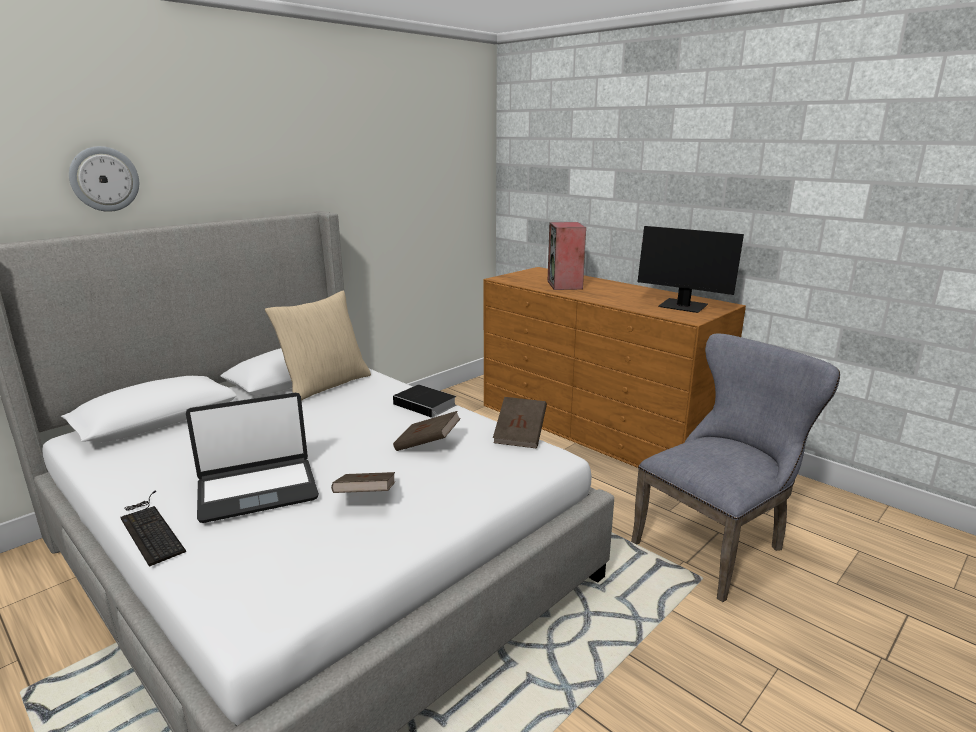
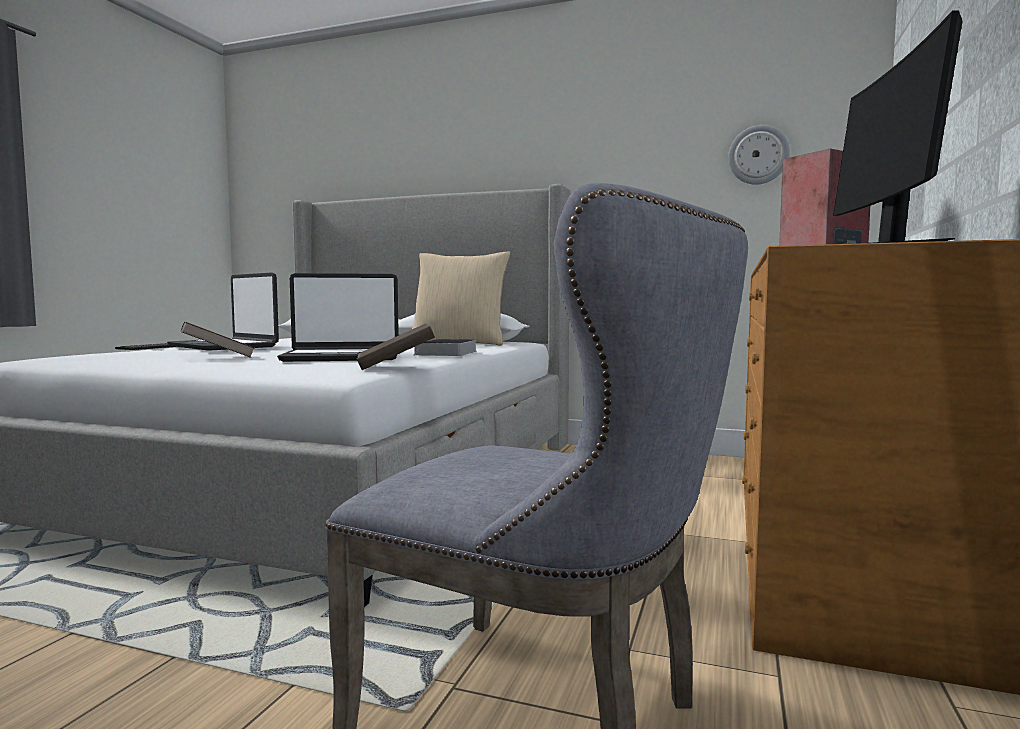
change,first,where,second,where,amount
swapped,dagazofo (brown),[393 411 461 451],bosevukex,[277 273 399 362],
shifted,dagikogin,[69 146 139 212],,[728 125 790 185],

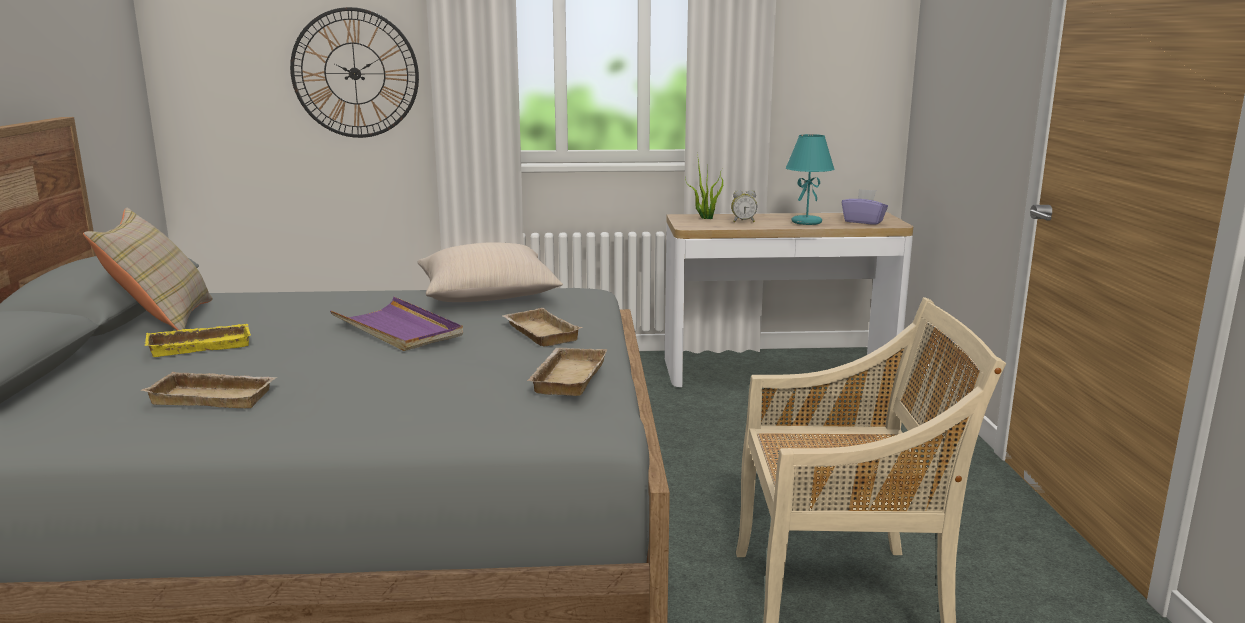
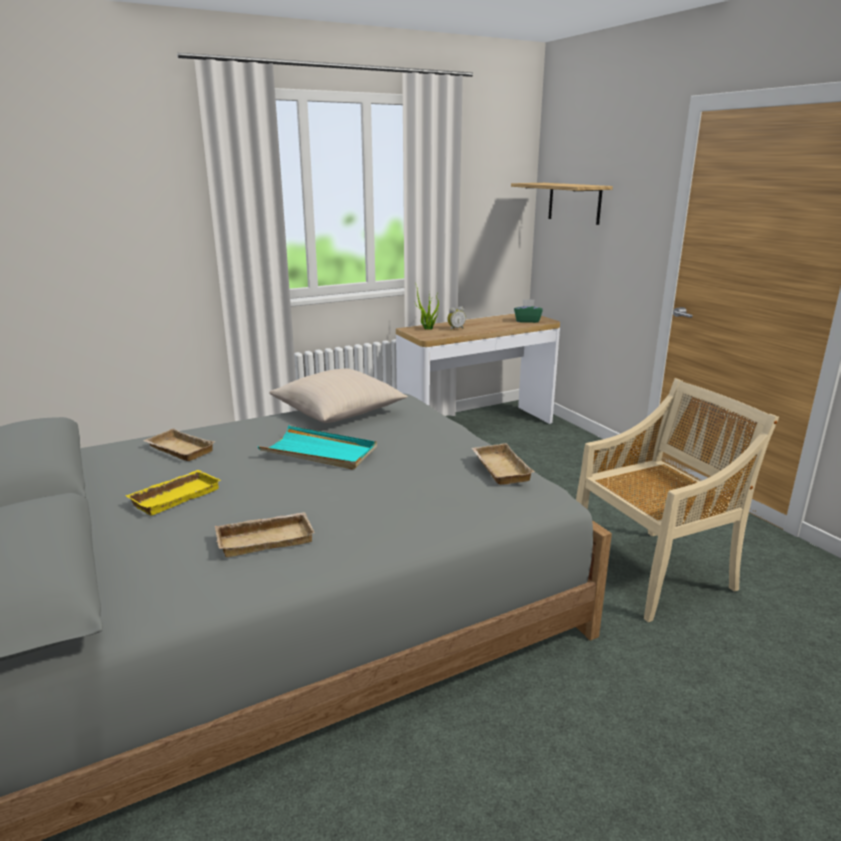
change,first,where,second,where,amount
shifted,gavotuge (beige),[502 308 582 347],,[143 428 216 461],
repainted,gavotuge (purple),[330 297 463 351],gavotuge (turquoise),[258 425 377 470],
new,,,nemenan,[511 183 613 225],
repainted,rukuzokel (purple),[842 189 888 225],rukuzokel (green),[514 299 543 323],
gone,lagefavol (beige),[83 208 213 331],,,
gone,dagikogin,[290 7 419 138],,,
gone,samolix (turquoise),[786 134 835 225],,,

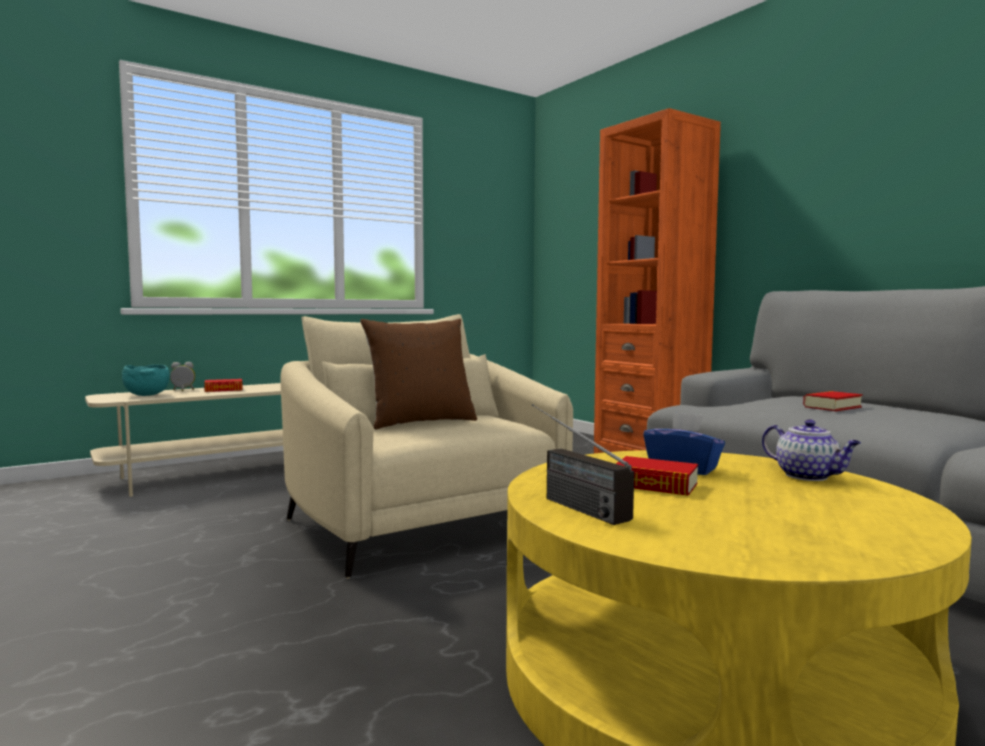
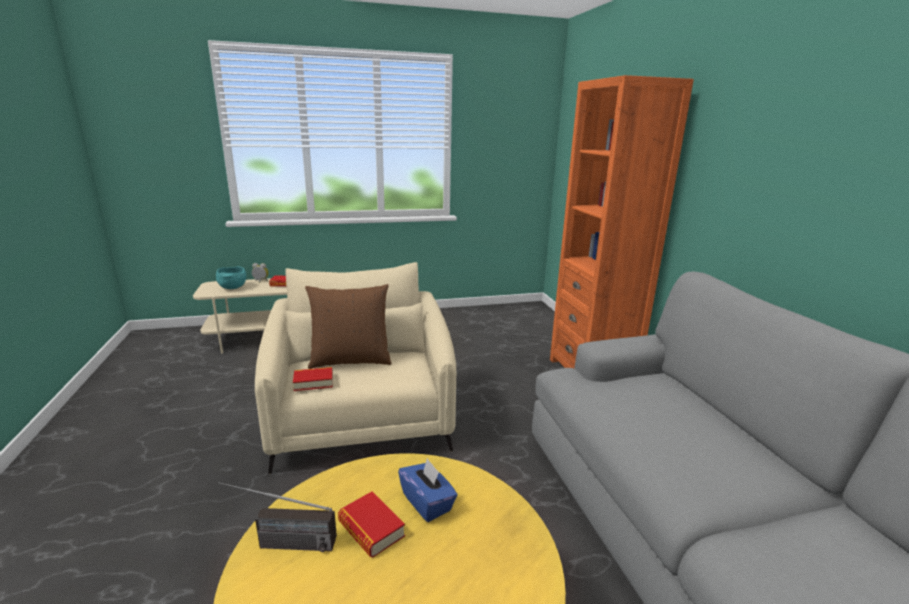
change,first,where,second,where,amount
rotated,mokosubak,[532 404 634 525],,[218 482 337 552],75 degrees counterclockwise
shifted,dagazofo,[803 391 863 411],,[293 367 333 391],
gone,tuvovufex,[762 419 861 481],,,

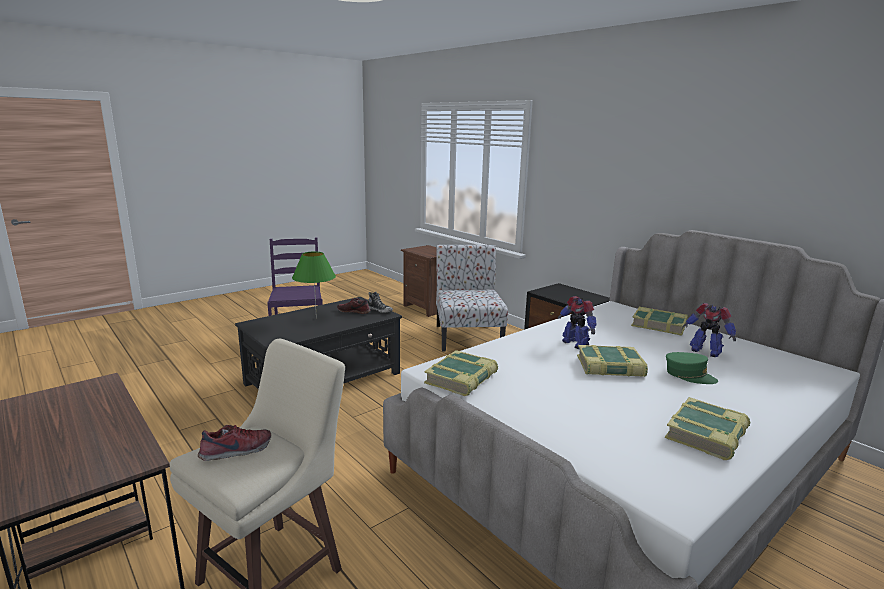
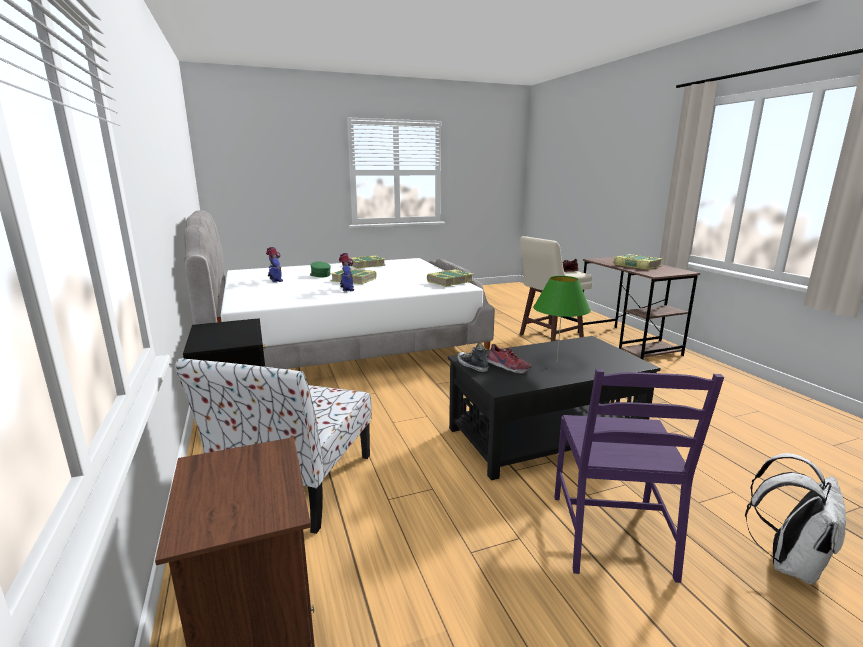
change,first,where,second,where,amount
shifted,dagazofo,[631 307 688 336],,[614 254 663 270],
new,,,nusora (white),[745 453 846 585],

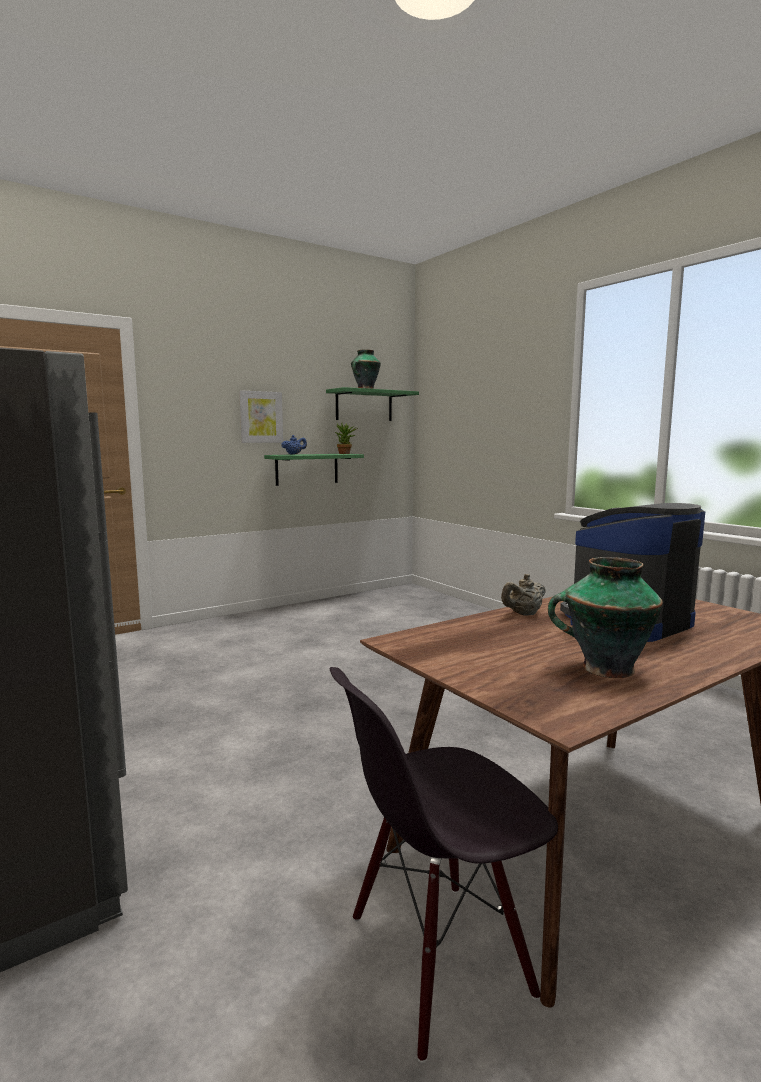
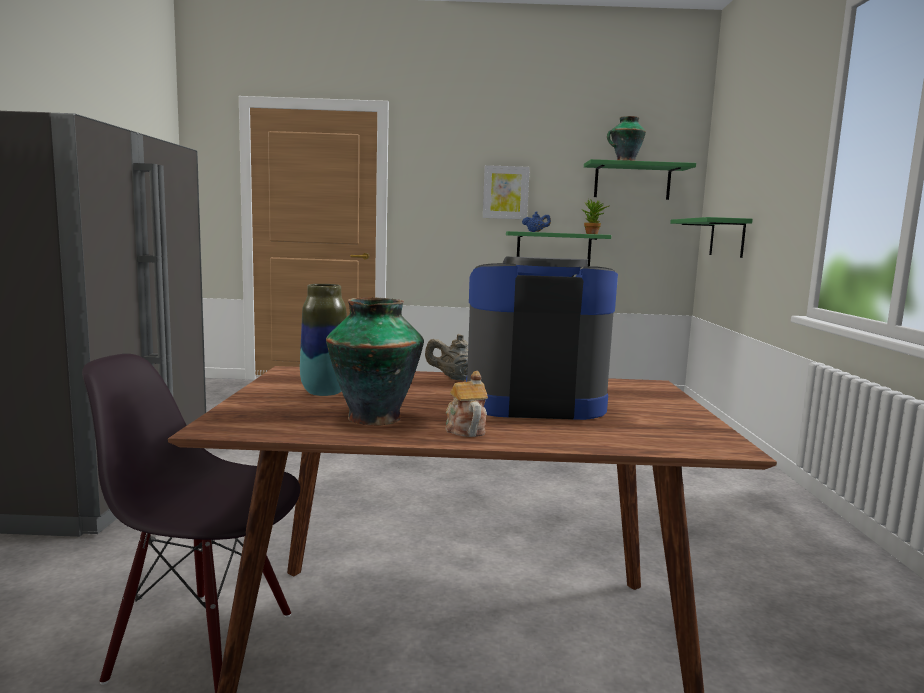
change,first,where,second,where,amount
new,,,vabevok,[300 284 347 396],
new,,,tuvovufex,[445 371 488 437],
new,,,nemenan (green),[670 217 753 258],

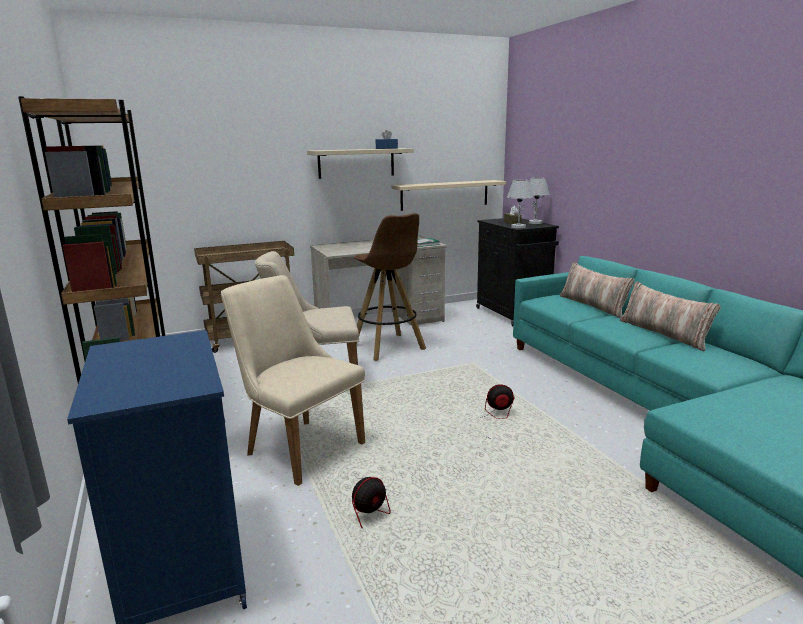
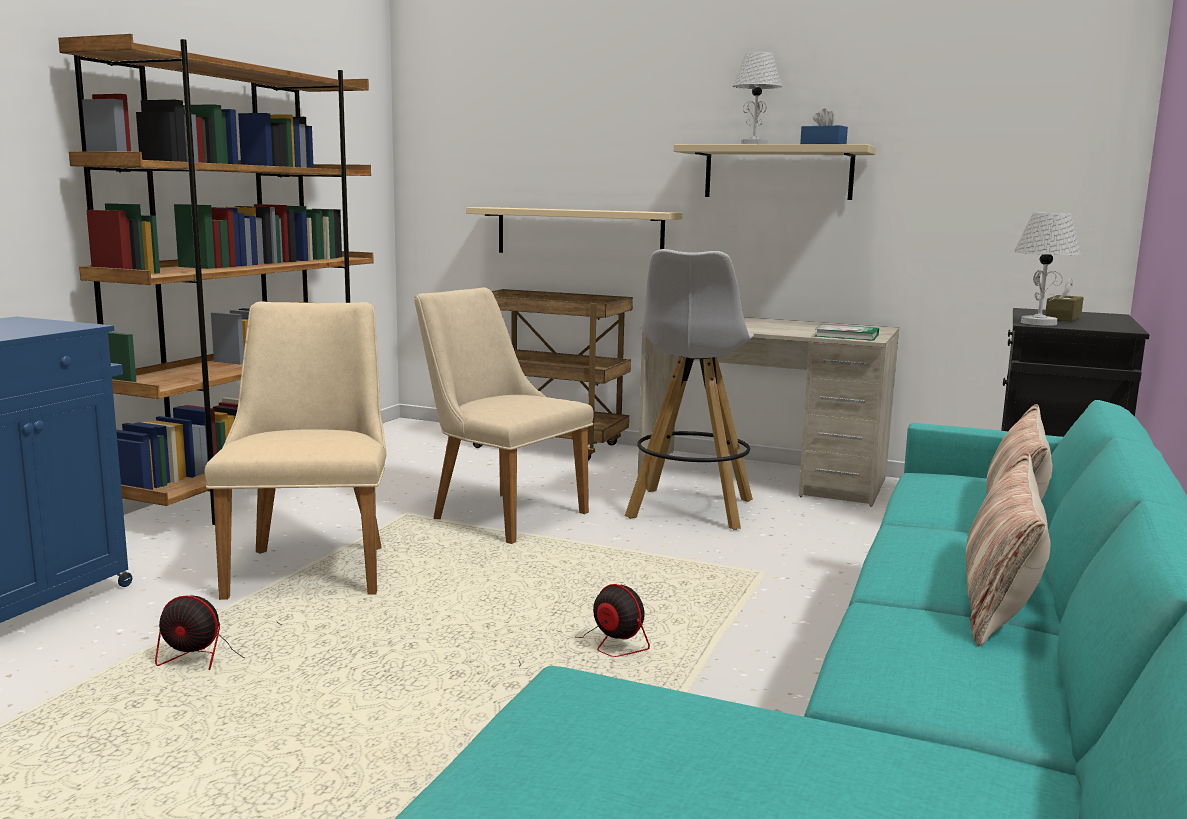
change,first,where,second,where,amount
shifted,nemenan (beige),[392 180 506 211],,[466 207 682 253],
repainted,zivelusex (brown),[354 213 426 361],zivelusex (white),[625 249 754 530],
shifted,samolix (white),[529 177 550 224],,[733 52 782 144],

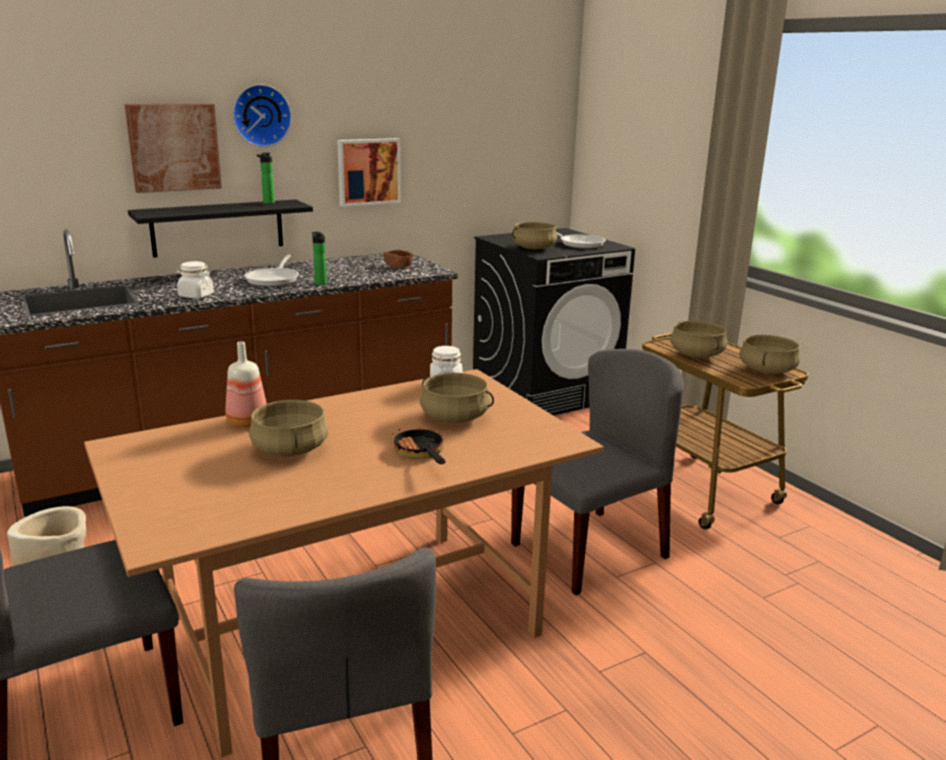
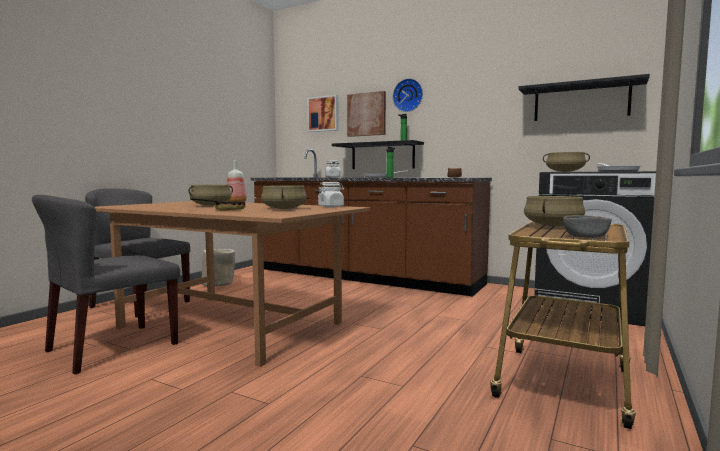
change,first,where,second,where,amount
shifted,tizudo,[337 138 401 207],,[307 95 339 132],
new,,,nemenan (black),[518 74 650 121],
swapped,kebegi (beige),[739 335 800 374],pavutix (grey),[563 215 612 238],
gone,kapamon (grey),[511 349 684 595],,,

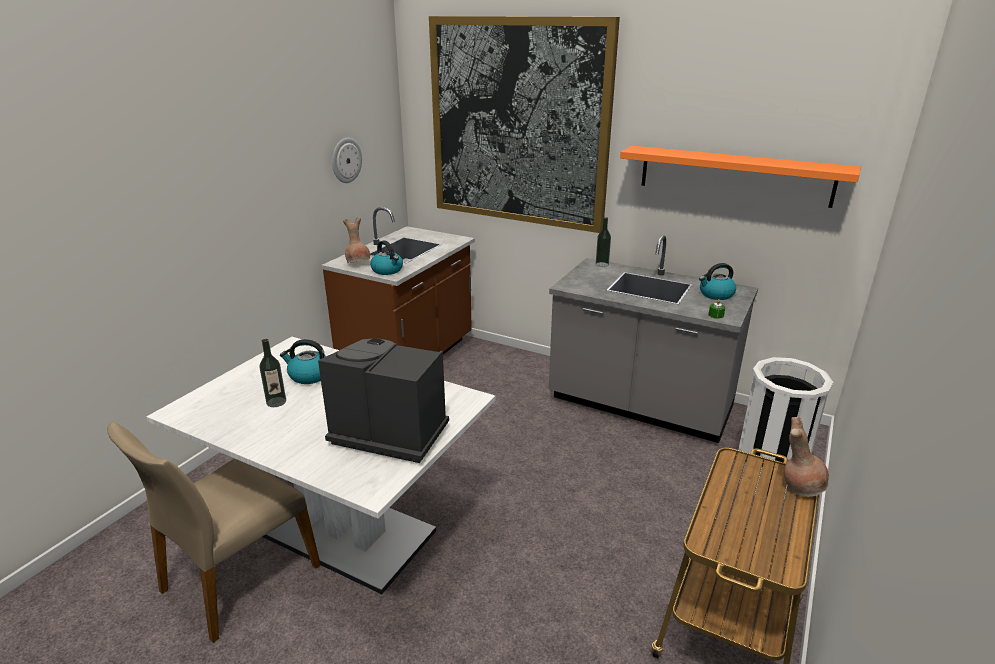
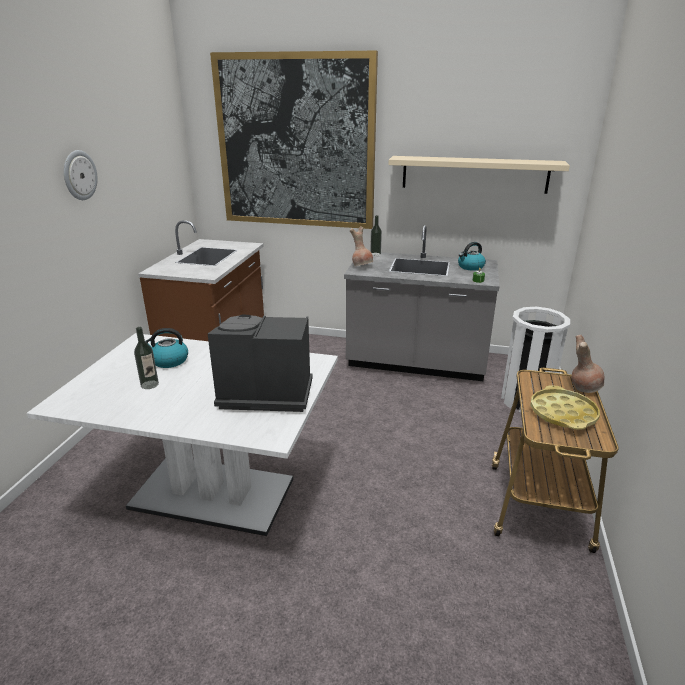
change,first,where,second,where,amount
shifted,dagikogin,[332 138 362 183],,[64 150 98 200],
shifted,vabevok (brown),[343 217 370 263],,[350 226 373 267],
repainted,nemenan (orange),[620 146 861 208],nemenan (beige),[388 156 570 194],
new,,,gavotuge (yellow),[530 385 600 430],
gone,kapamon (beige),[107 421 321 643],,,
gone,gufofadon,[370 240 403 275],,,

